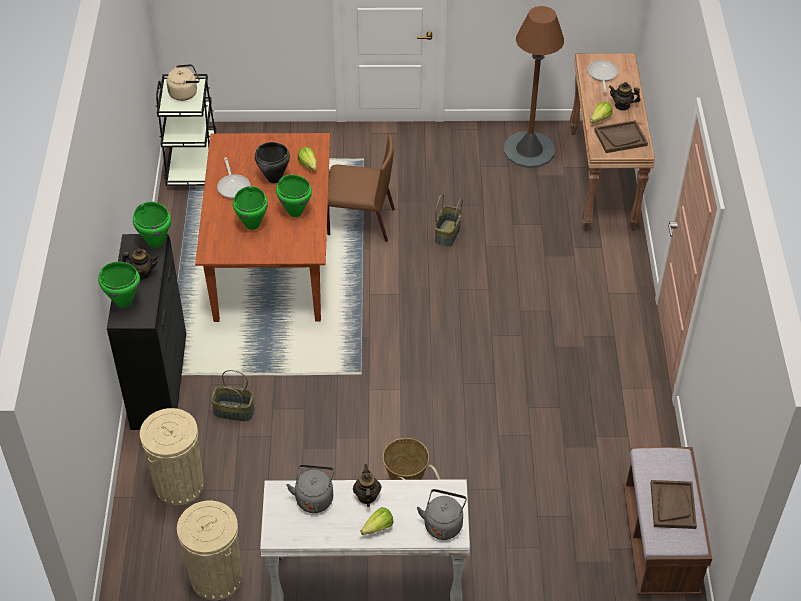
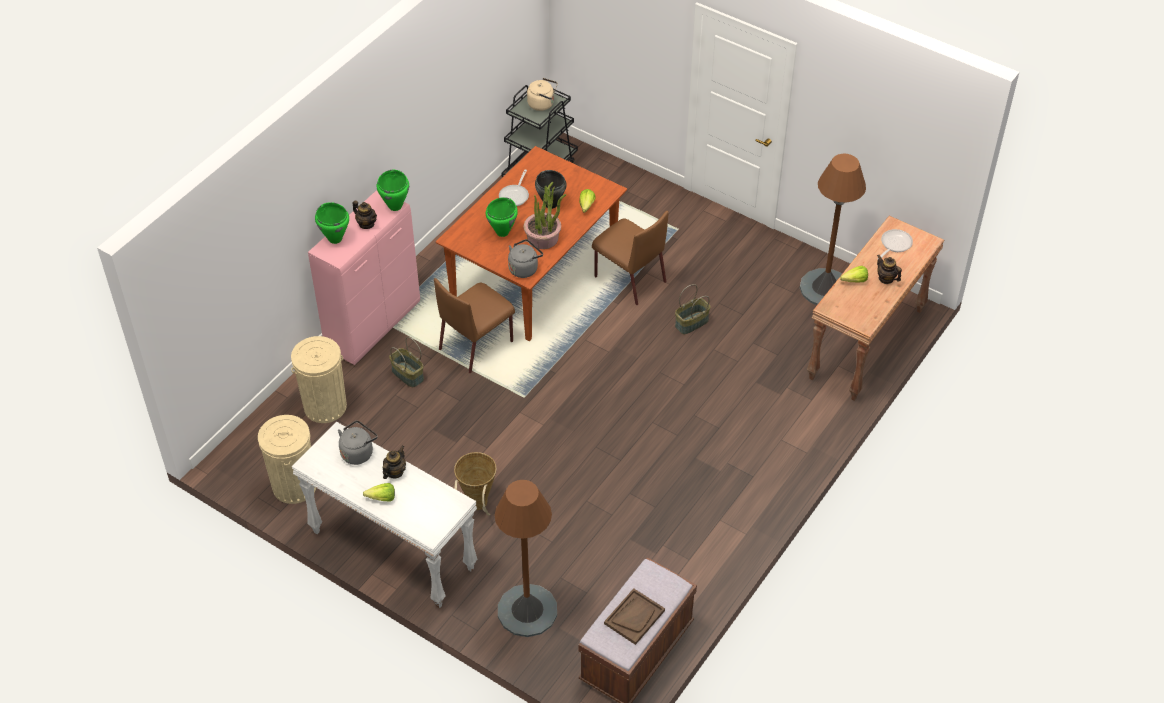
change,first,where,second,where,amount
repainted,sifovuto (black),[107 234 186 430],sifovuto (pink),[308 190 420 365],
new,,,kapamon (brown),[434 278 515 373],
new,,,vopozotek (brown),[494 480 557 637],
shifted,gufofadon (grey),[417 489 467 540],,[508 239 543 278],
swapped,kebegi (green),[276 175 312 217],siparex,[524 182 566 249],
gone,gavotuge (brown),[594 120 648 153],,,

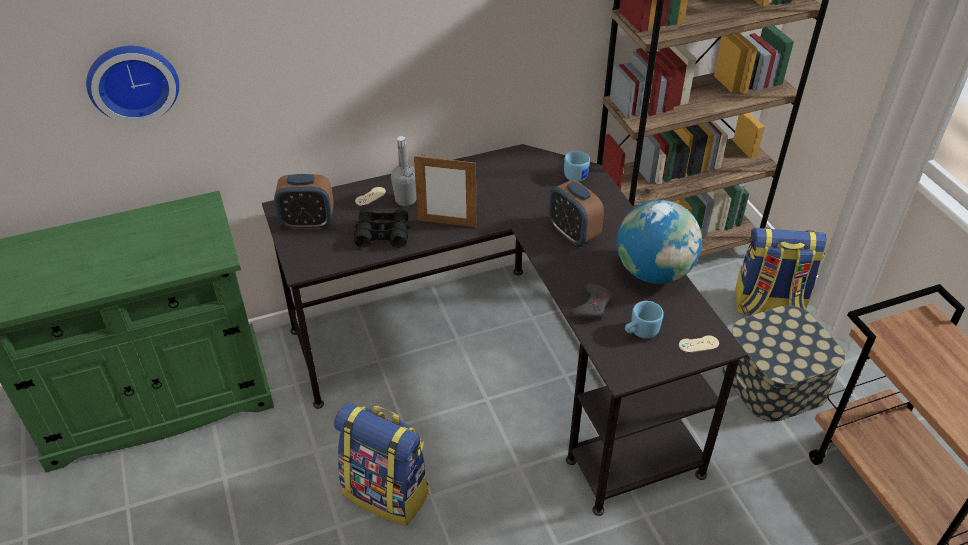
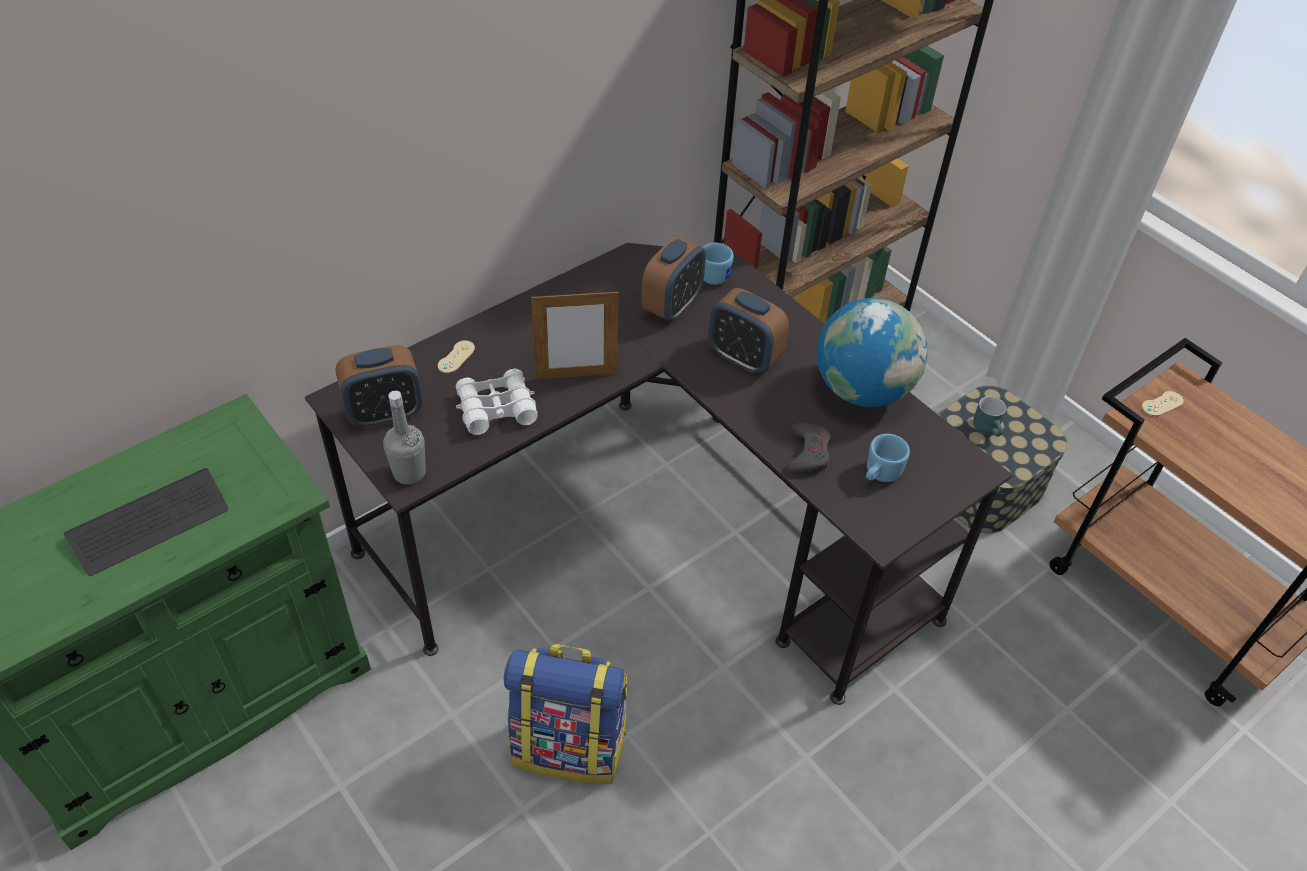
change,first,where,second,where,amount
new,,,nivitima,[64 468 228 576],
shifted,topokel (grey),[391 136 417 206],,[383 391 426 485],
repainted,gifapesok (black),[353 208 411 248],gifapesok (white),[456 369 538 435],
new,,,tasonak,[641 236 706 321],
new,,,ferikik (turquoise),[973 396 1006 437],
shifted,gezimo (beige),[679 335 719 353],,[1142 391 1184 416],
gone,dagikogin,[86 46 179 124],,,
gone,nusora,[735 227 827 315],,,

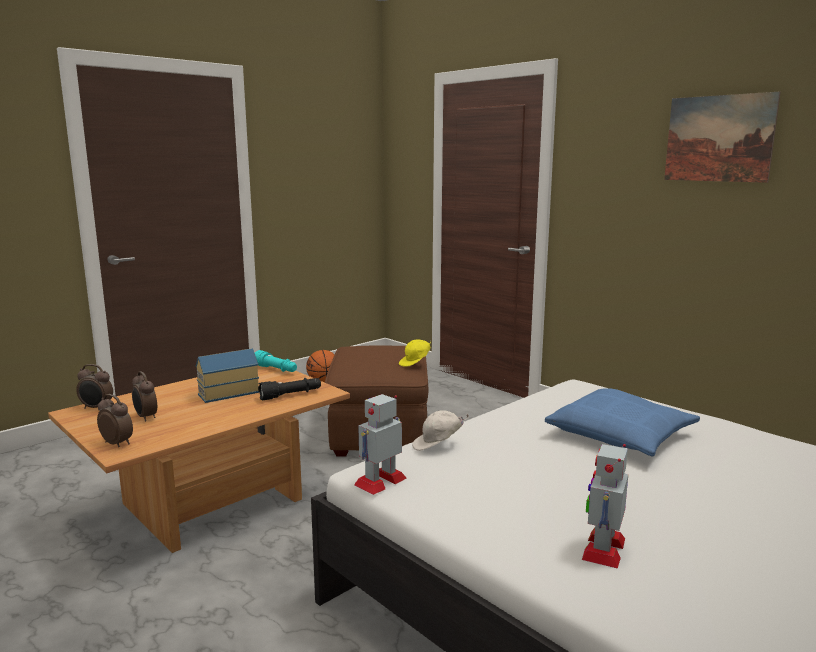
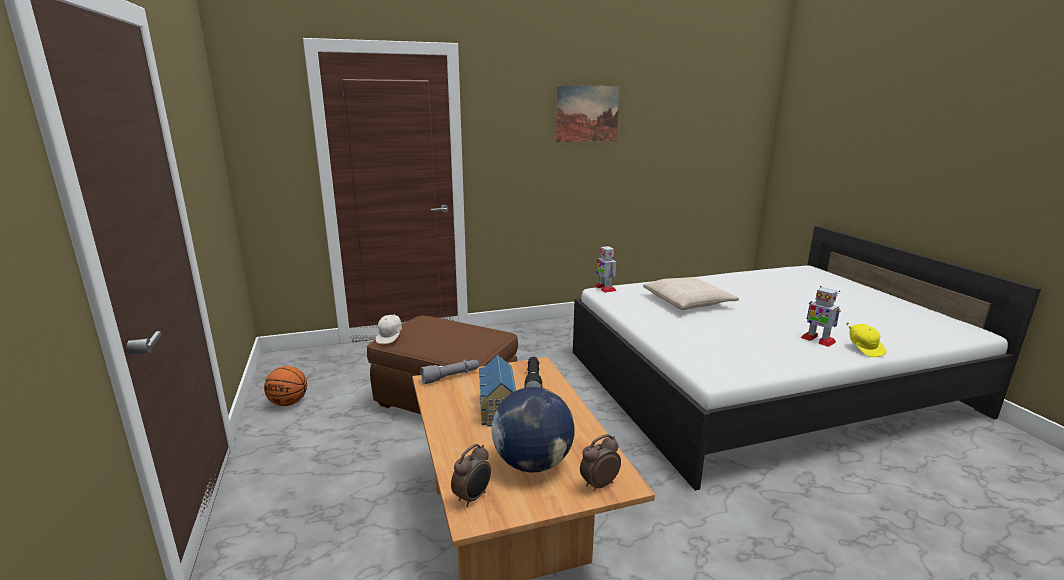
change,first,where,second,where,amount
shifted,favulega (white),[412 410 469 451],,[376 313 402 344],
repainted,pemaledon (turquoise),[255 350 297 372],pemaledon (grey),[420 359 479 384],
swapped,tasonak,[132 371 157 421],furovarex,[491 387 575 473],
shifted,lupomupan,[354 394 406 495],,[595 245 616 293],
repainted,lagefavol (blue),[545 388 700 456],lagefavol (beige),[643 278 739 310],
shifted,favulega (yellow),[399 340 431 367],,[846 322 886 357],

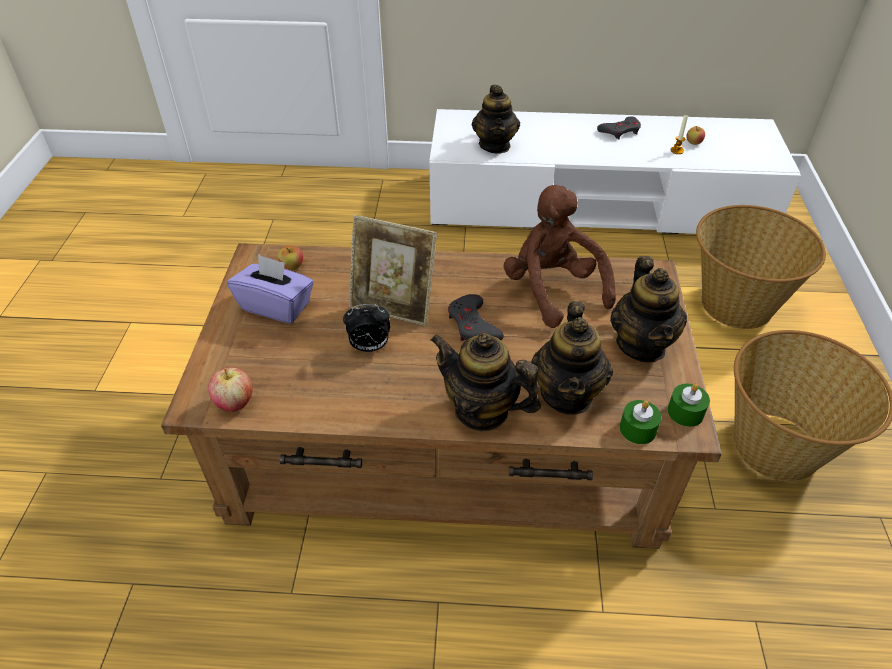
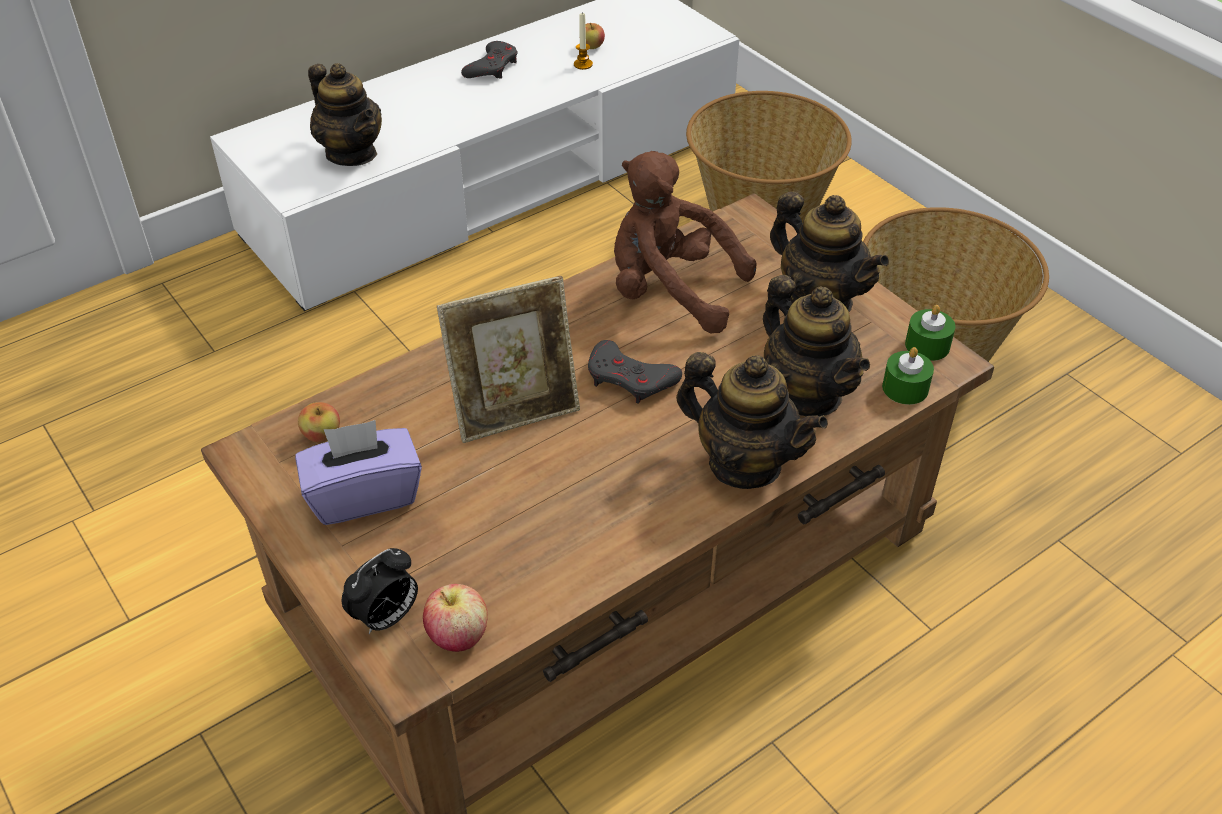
change,first,where,second,where,amount
shifted,tasonak,[343 304 390 352],,[342 548 418 634],
rotated,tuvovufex,[430 332 541 431],,[676 352 828 489],135 degrees counterclockwise

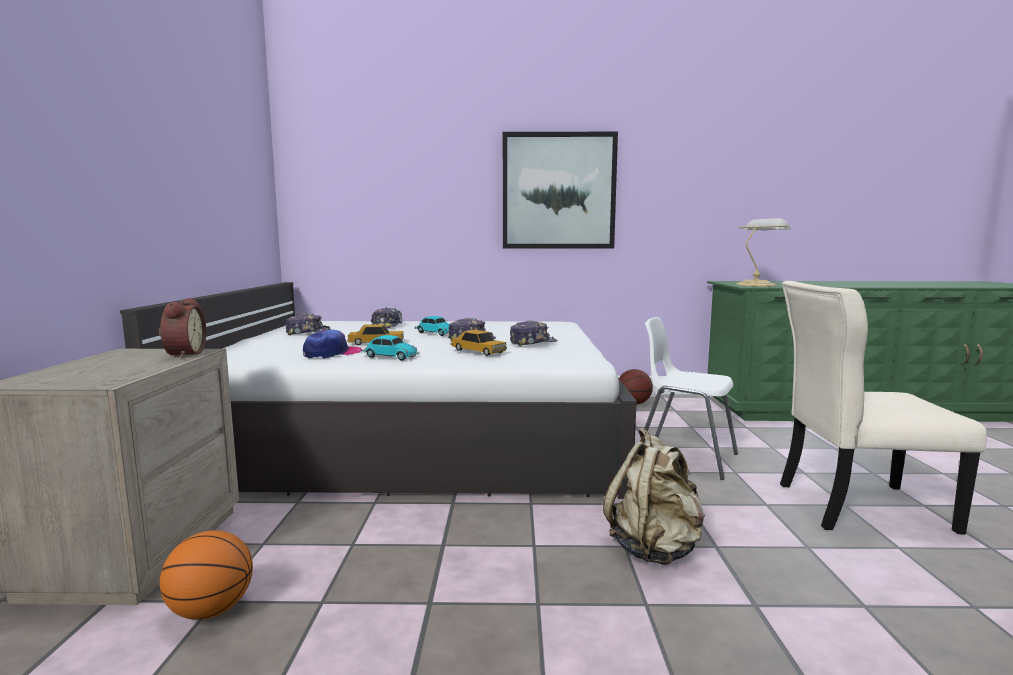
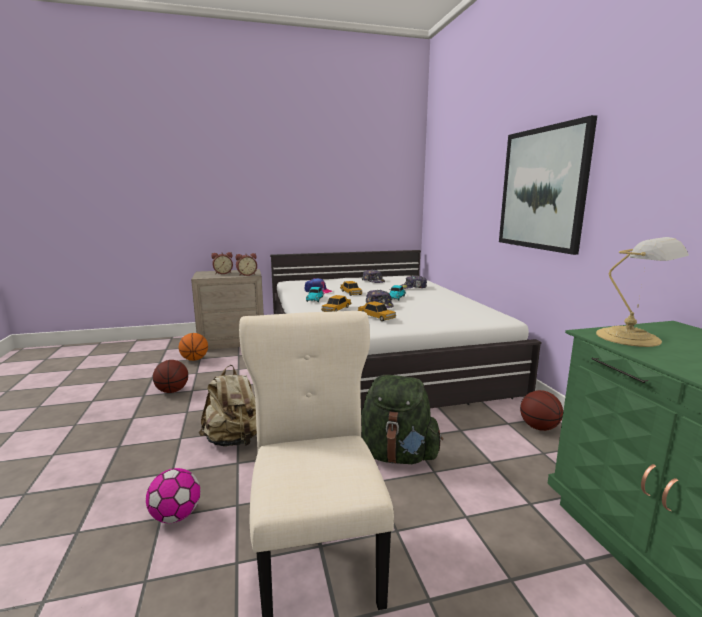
change,first,where,second,where,amount
new,,,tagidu,[146 468 200 523],
new,,,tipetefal,[153 360 188 393],
new,,,tasonak,[211 252 233 274],
swapped,favulega,[510 320 558 346],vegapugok,[357 301 396 321],
swapped,kapamon (white),[640 317 738 480],nusora (green),[361 375 443 464],

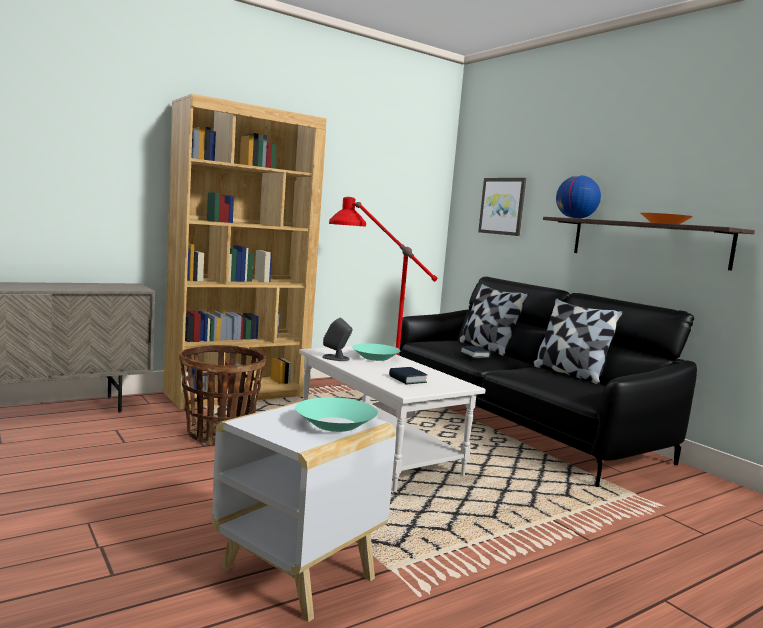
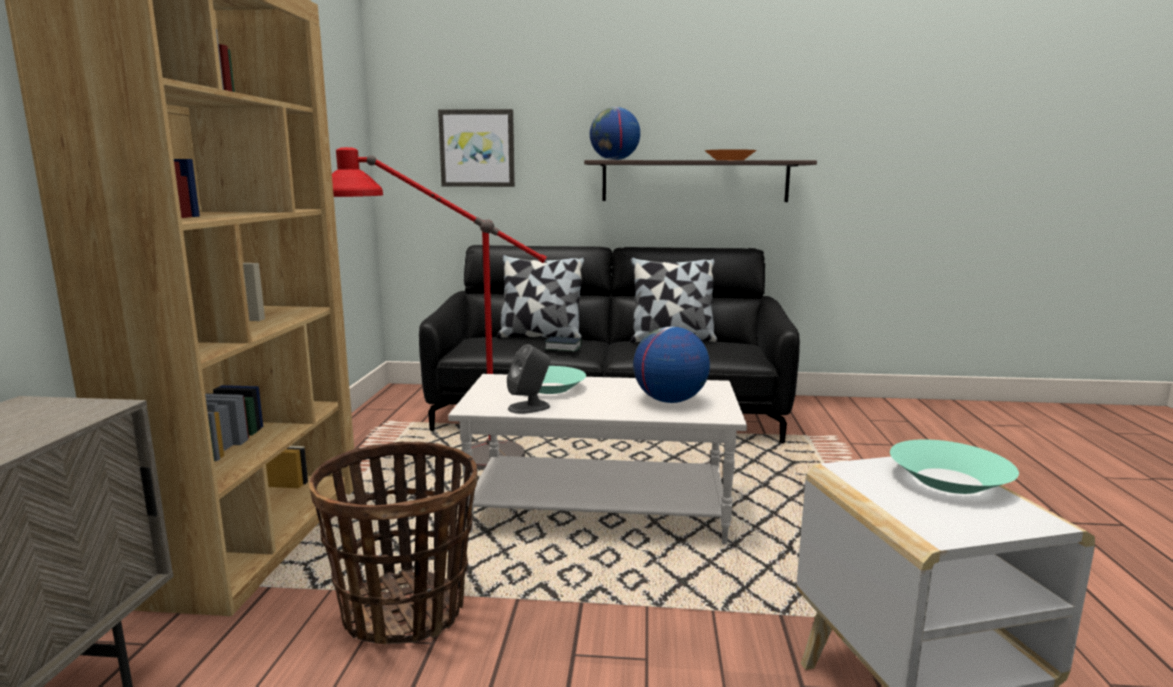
change,first,where,second,where,amount
swapped,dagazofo,[389 367 427 385],furovarex,[633 326 710 403],

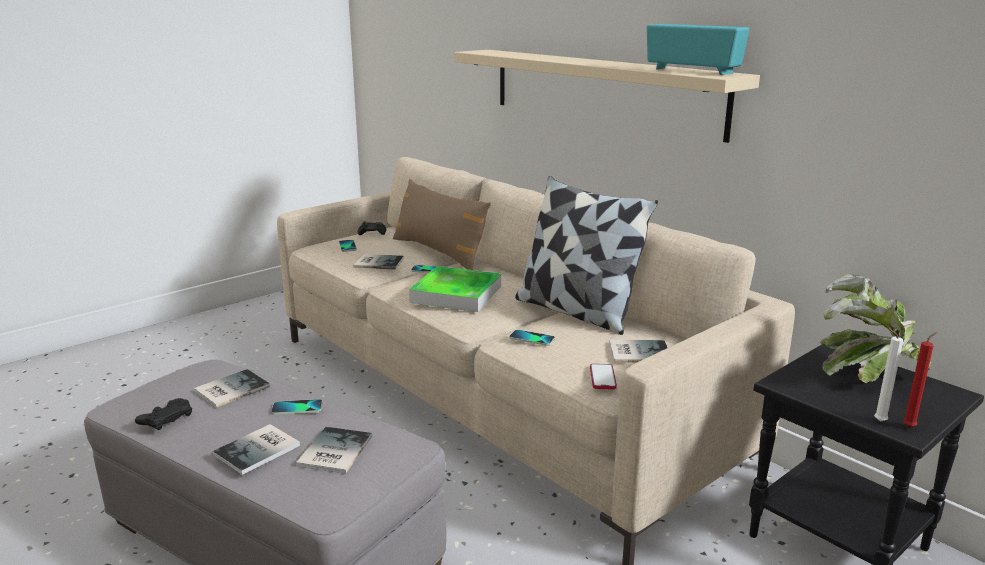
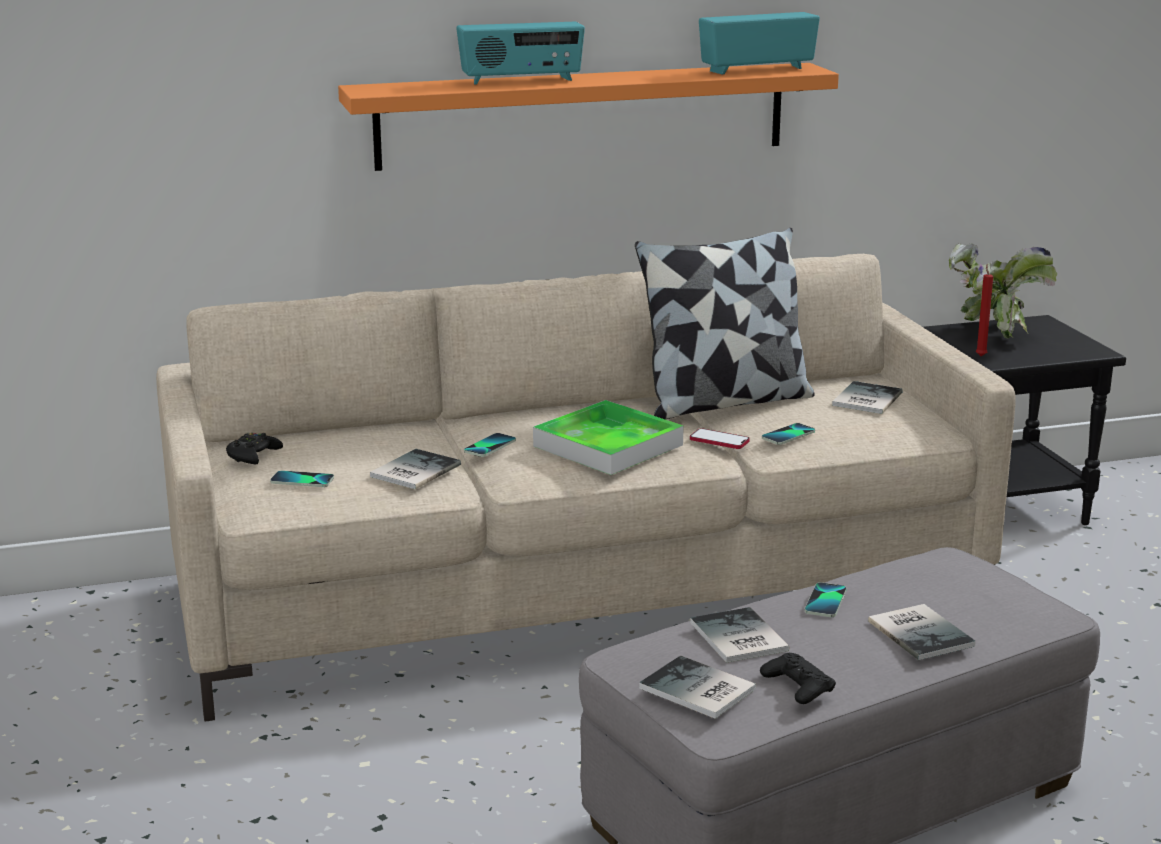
change,first,where,second,where,amount
repainted,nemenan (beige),[454 50 760 143],nemenan (orange),[338 63 839 171],
new,,,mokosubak,[456 22 585 84],
shifted,dagazofo,[296 427 372 474],,[639 655 756 719],
shifted,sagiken,[590 364 617 389],,[690 428 750 449],
shifted,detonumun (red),[903 332 937 427],,[976 264 993 356],
gone,lagefavol (brown),[393 179 491 270],,,
gone,detonumun (white),[874 327 903 422],,,

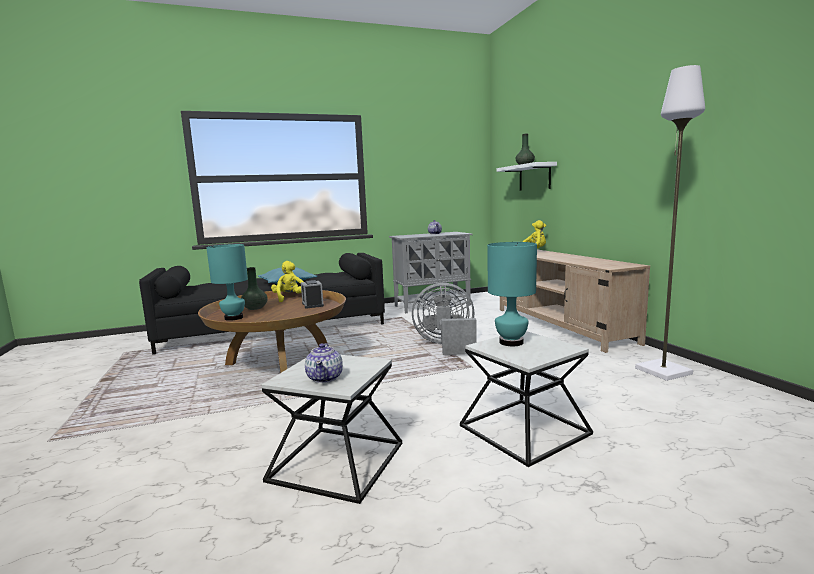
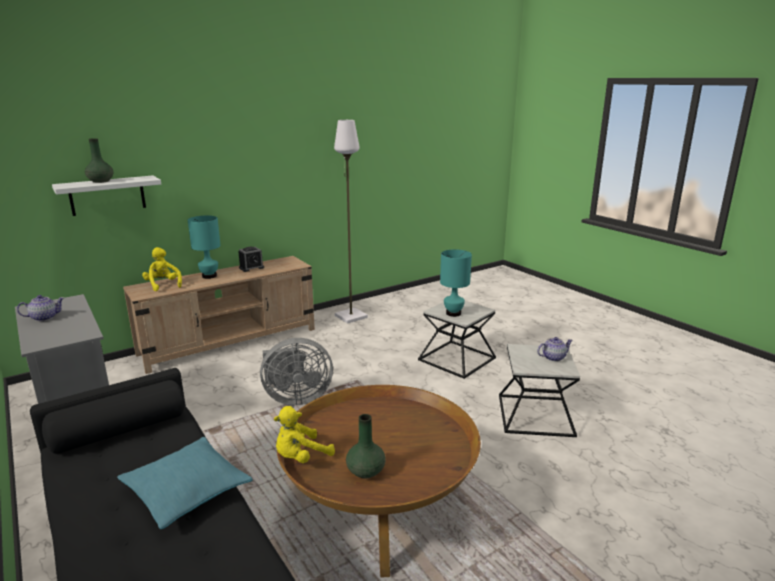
change,first,where,second,where,amount
shifted,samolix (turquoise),[206 244 248 321],,[188 215 221 279],
shifted,tasonak,[301 280 324 308],,[238 247 264 272],
rotated,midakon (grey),[412 283 477 355],,[260 338 333 405],90 degrees counterclockwise

